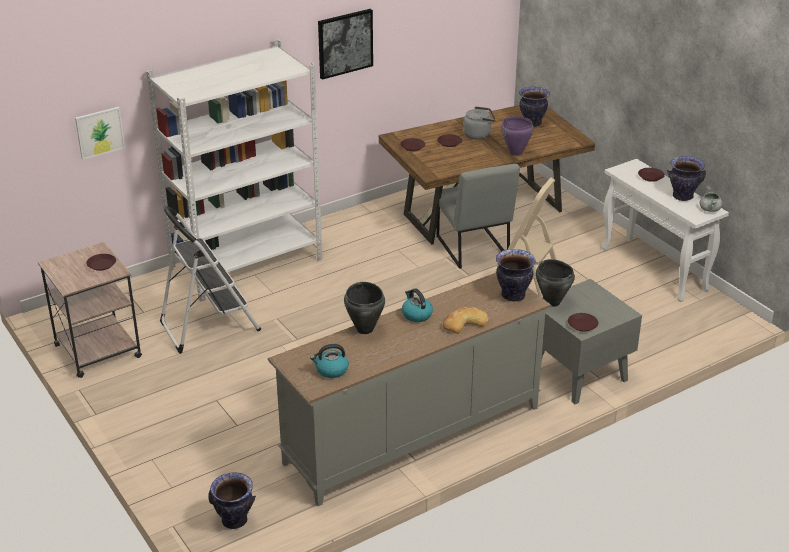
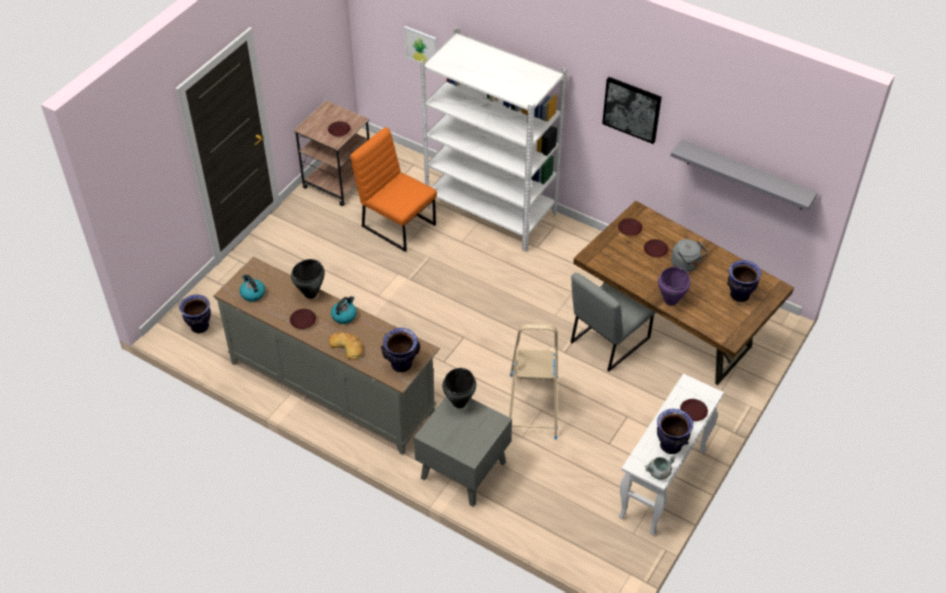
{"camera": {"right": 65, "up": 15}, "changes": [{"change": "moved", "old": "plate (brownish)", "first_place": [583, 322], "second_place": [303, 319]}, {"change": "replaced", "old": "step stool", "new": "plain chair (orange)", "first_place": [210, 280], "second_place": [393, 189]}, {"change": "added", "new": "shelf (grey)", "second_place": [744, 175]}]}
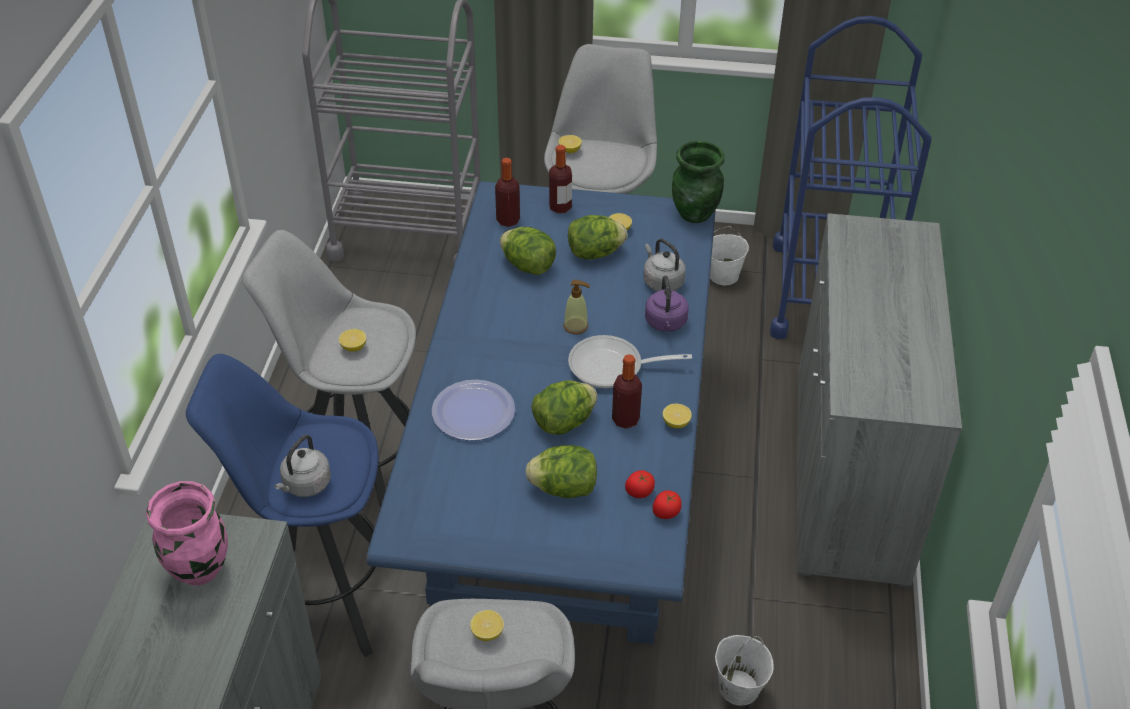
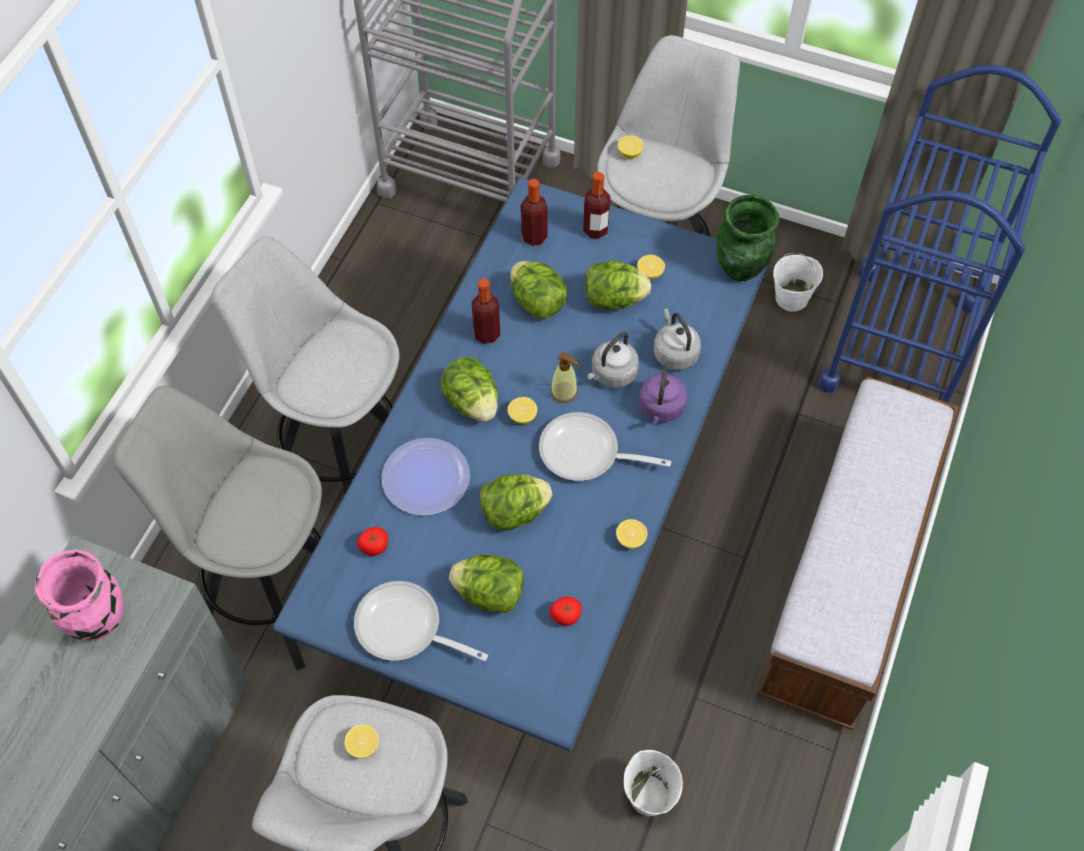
{"camera": {"right": 15, "up": 15}, "changes": [{"change": "recoloured", "old": "stool seat (blue-coloured)", "new": "stool seat (grey)", "first_place": [282, 505], "second_place": [217, 528]}, {"change": "added", "new": "pan", "second_place": [421, 621]}, {"change": "moved", "old": "whole tomato", "first_place": [667, 504], "second_place": [372, 541]}, {"change": "added", "new": "head of lettuce", "second_place": [469, 389]}, {"change": "moved", "old": "bottle", "first_place": [627, 391], "second_place": [486, 311]}, {"change": "moved", "old": "lemon", "first_place": [352, 340], "second_place": [522, 410]}, {"change": "moved", "old": "tea kettle (grey)", "first_place": [302, 466], "second_place": [613, 360]}, {"change": "replaced", "old": "cupboard (grey)", "new": "bench", "first_place": [879, 400], "second_place": [858, 553]}]}
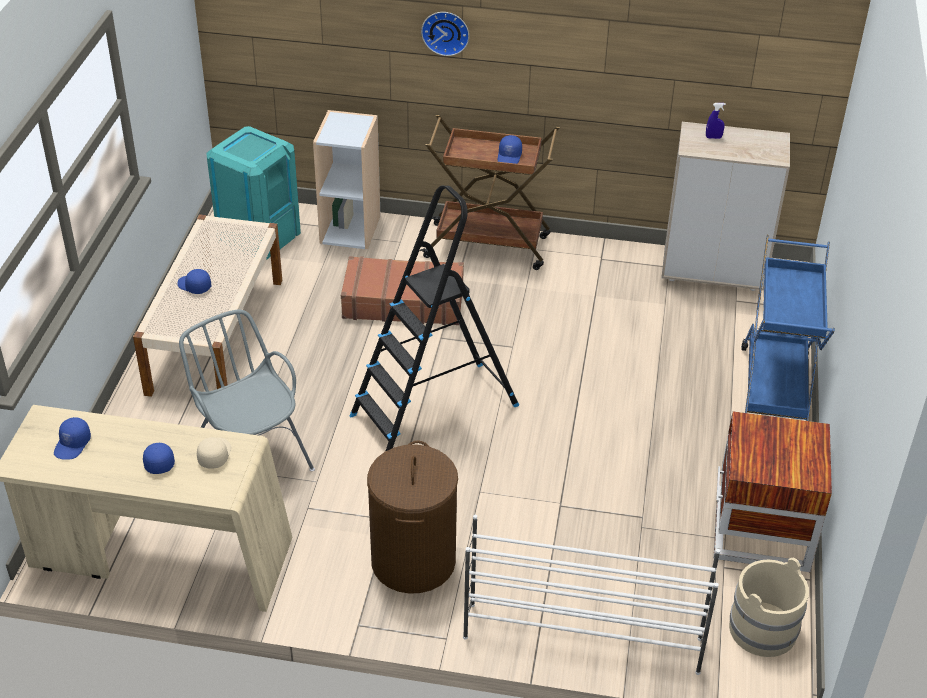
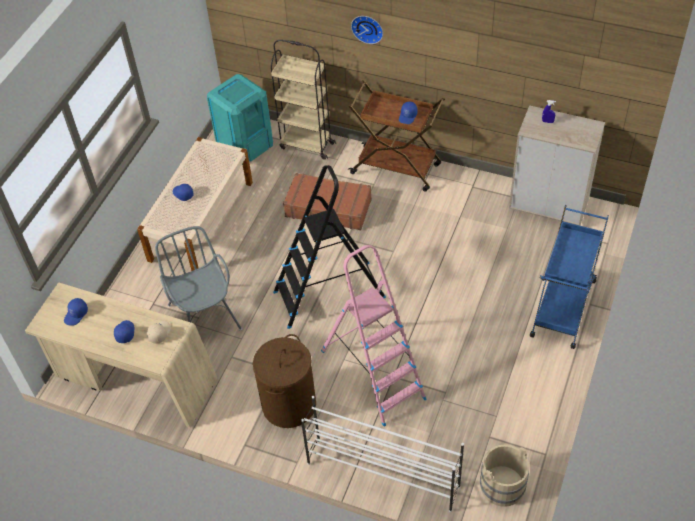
{"camera": {"right": 15, "up": 10}, "changes": [{"change": "replaced", "old": "bookshelf", "new": "cart (beige-coloured)", "first_place": [347, 180], "second_place": [303, 100]}, {"change": "added", "new": "step stool (pink-coloured)", "second_place": [373, 335]}, {"change": "removed", "old": "night table", "first_place": [773, 491]}]}
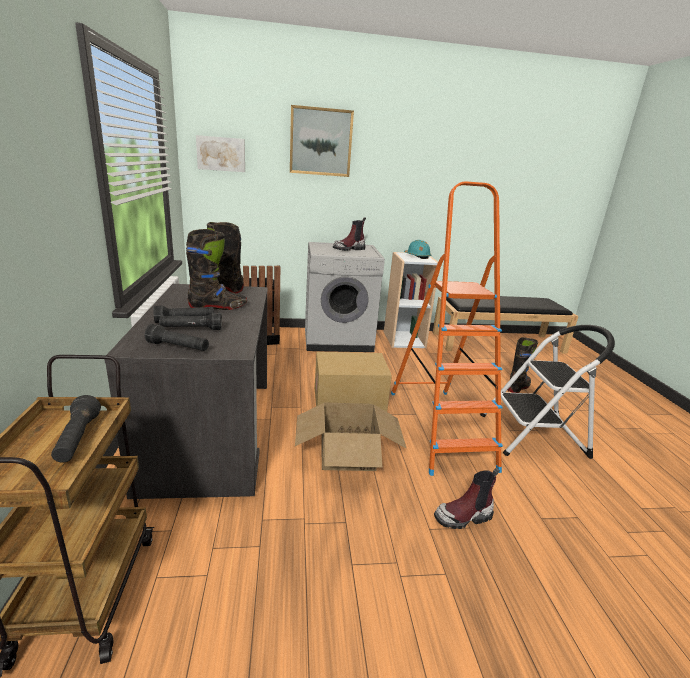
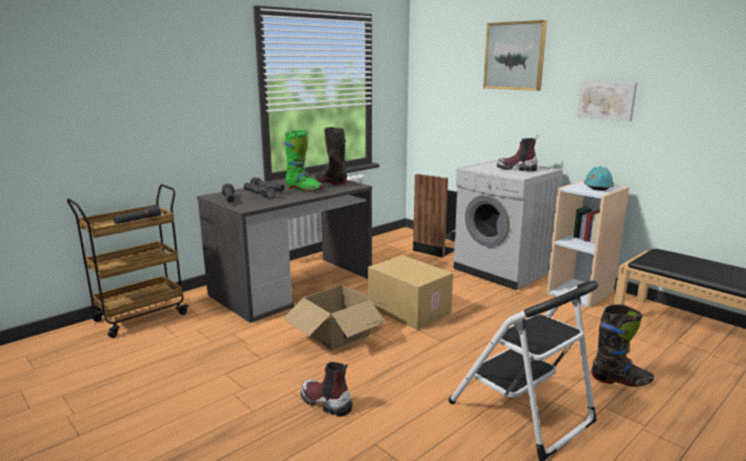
{"camera": {"right": 55, "up": -5}, "changes": [{"change": "recoloured", "old": "tall boot (black-coloured)", "new": "tall boot (greenish)", "first_place": [216, 269], "second_place": [303, 161]}, {"change": "moved", "old": "wall art", "first_place": [220, 153], "second_place": [607, 101]}, {"change": "removed", "old": "step stool (orange)", "first_place": [447, 328]}]}
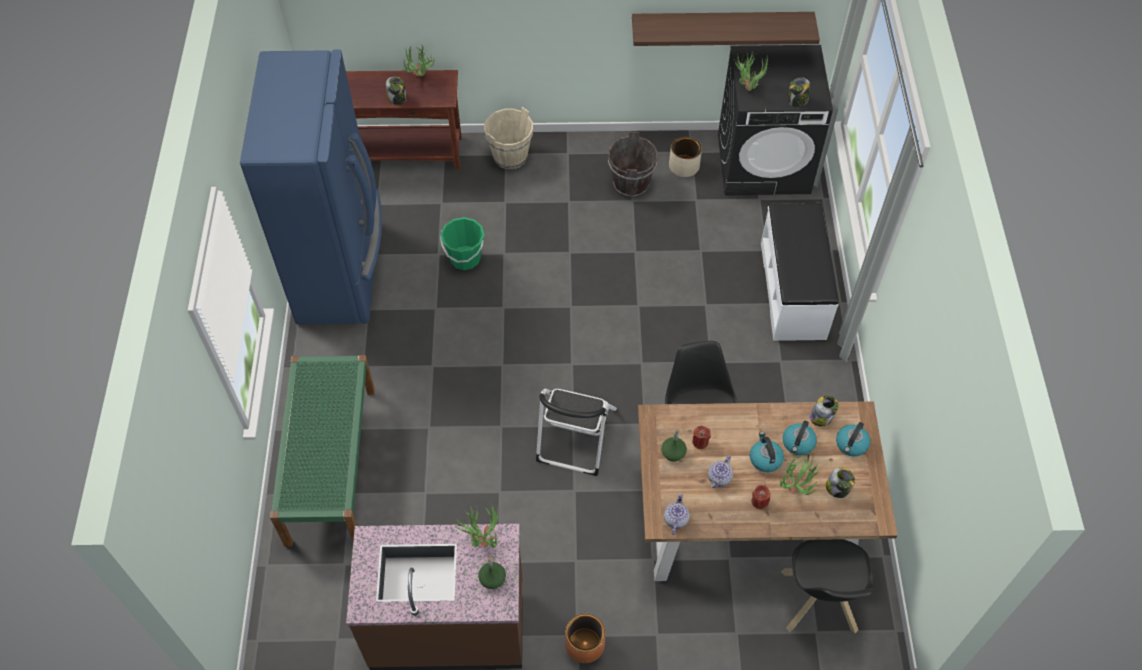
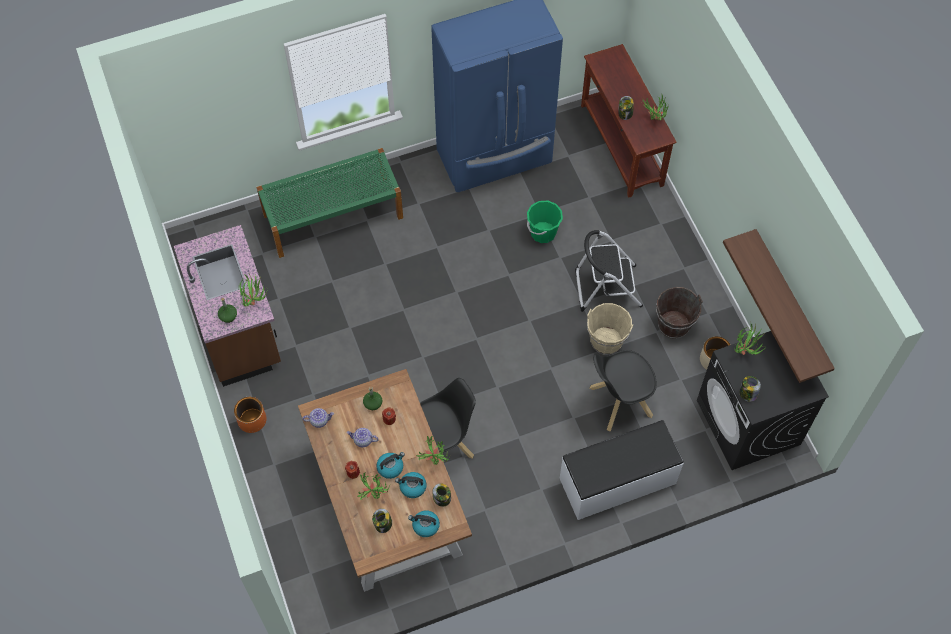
{"camera": {"right": 70, "up": 5}, "changes": [{"change": "added", "new": "plant in a pot", "second_place": [432, 450]}, {"change": "moved", "old": "step stool", "first_place": [576, 432], "second_place": [609, 271]}, {"change": "moved", "old": "bucket (beige-coloured)", "first_place": [508, 138], "second_place": [610, 329]}, {"change": "moved", "old": "plain chair (black-coloured)", "first_place": [827, 586], "second_place": [623, 391]}]}
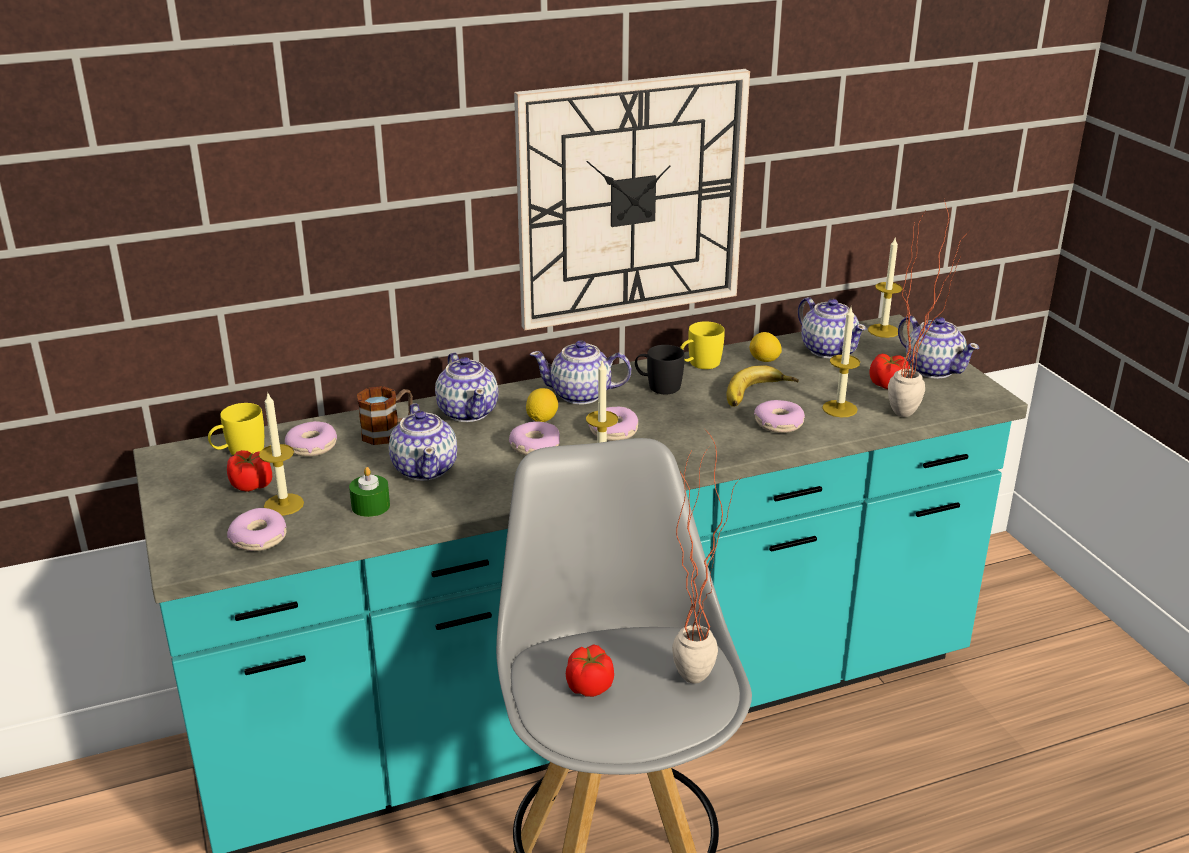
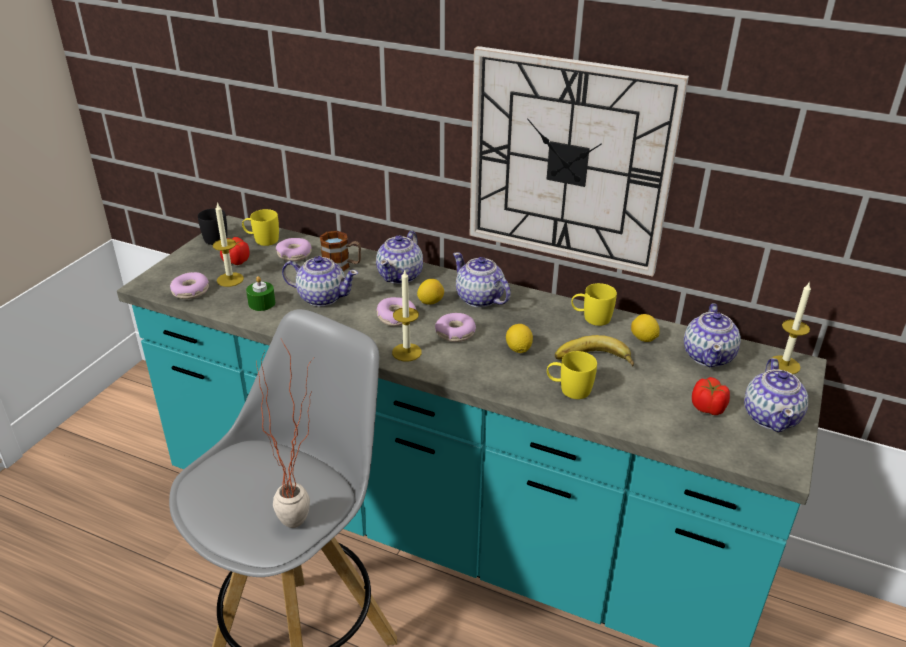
{"camera": {"right": 45, "up": 5}, "changes": [{"change": "moved", "old": "coffee mug (black-coloured)", "first_place": [659, 369], "second_place": [212, 226]}, {"change": "turned", "old": "teapot", "first_place": [423, 442], "second_place": [320, 281], "degrees": -105}, {"change": "added", "new": "lemon", "second_place": [519, 338]}, {"change": "replaced", "old": "ring doughnut", "new": "coffee mug (yellowish)", "first_place": [779, 416], "second_place": [572, 375]}, {"change": "removed", "old": "whole tomato", "first_place": [590, 670]}, {"change": "removed", "old": "wax light", "first_place": [841, 362]}, {"change": "removed", "old": "plant in a pot", "first_place": [925, 308]}]}
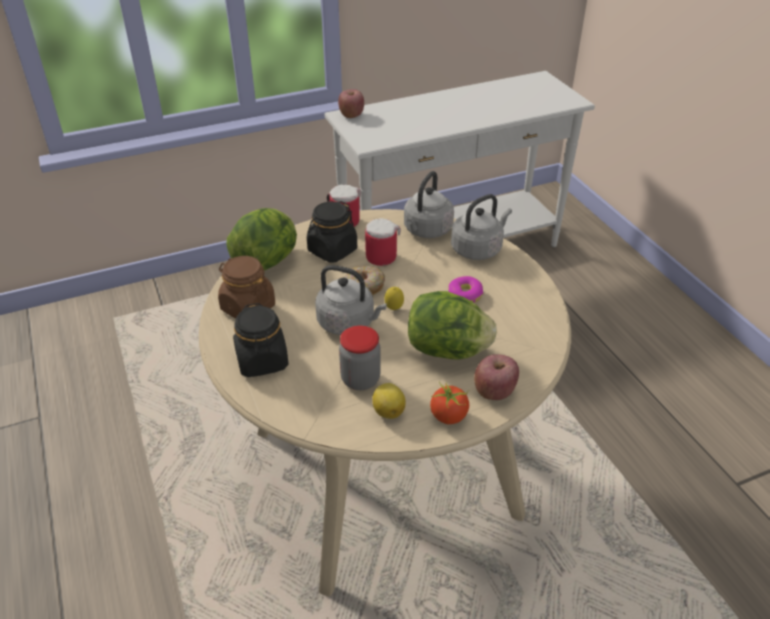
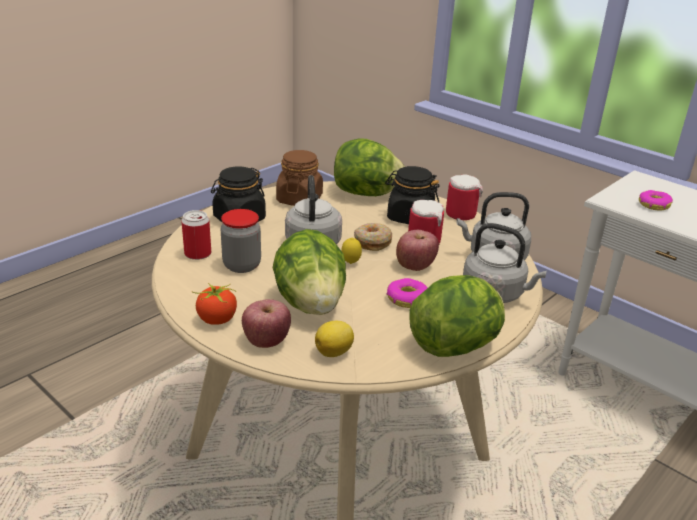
{"camera": {"right": 65, "up": -10}, "changes": [{"change": "added", "new": "metal can", "second_place": [196, 235]}, {"change": "moved", "old": "lemon", "first_place": [389, 401], "second_place": [334, 339]}, {"change": "moved", "old": "whole apple", "first_place": [351, 103], "second_place": [417, 250]}, {"change": "added", "new": "head of lettuce", "second_place": [457, 316]}, {"change": "added", "new": "ring doughnut", "second_place": [656, 200]}]}
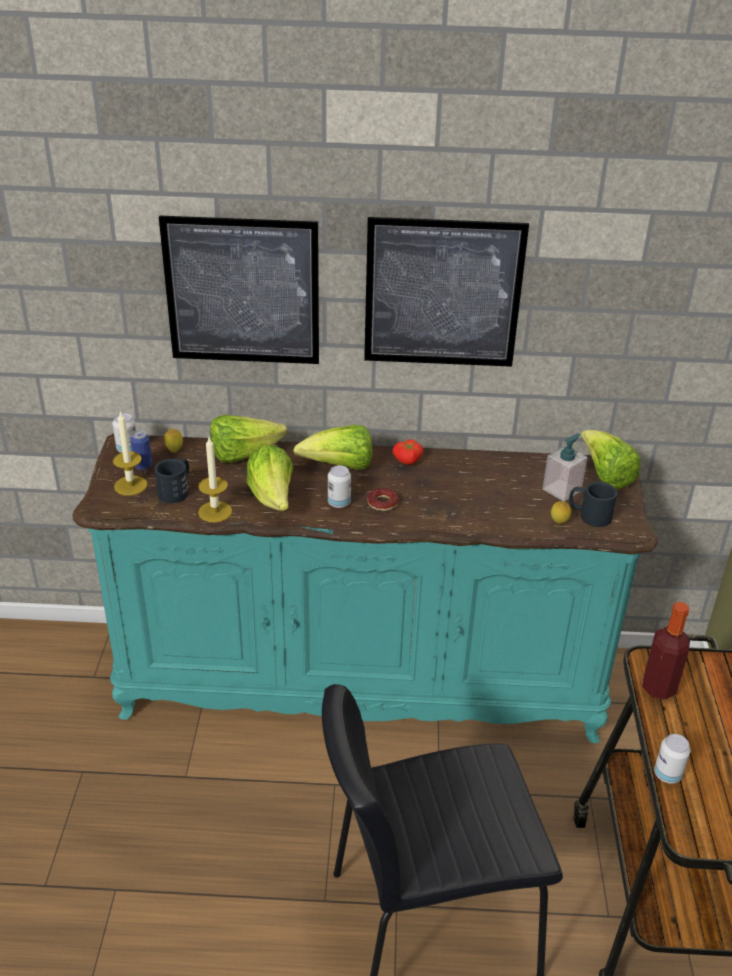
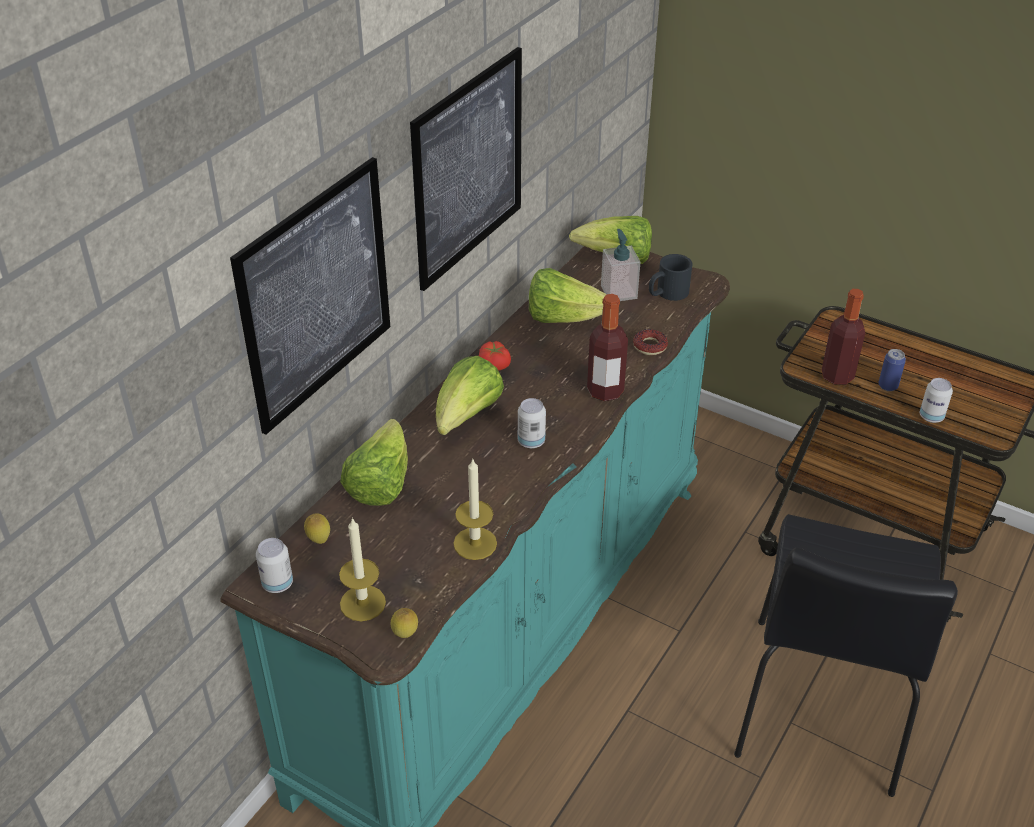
{"camera": {"right": -60, "up": 5}, "changes": [{"change": "moved", "old": "lemon", "first_place": [561, 512], "second_place": [404, 623]}, {"change": "moved", "old": "head of lettuce", "first_place": [270, 478], "second_place": [568, 295]}, {"change": "added", "new": "bottle", "second_place": [607, 347]}, {"change": "moved", "old": "ring doughnut", "first_place": [383, 499], "second_place": [650, 342]}, {"change": "moved", "old": "metal can", "first_place": [141, 450], "second_place": [892, 370]}, {"change": "removed", "old": "coffee mug (black-coloured)", "first_place": [172, 480]}]}
